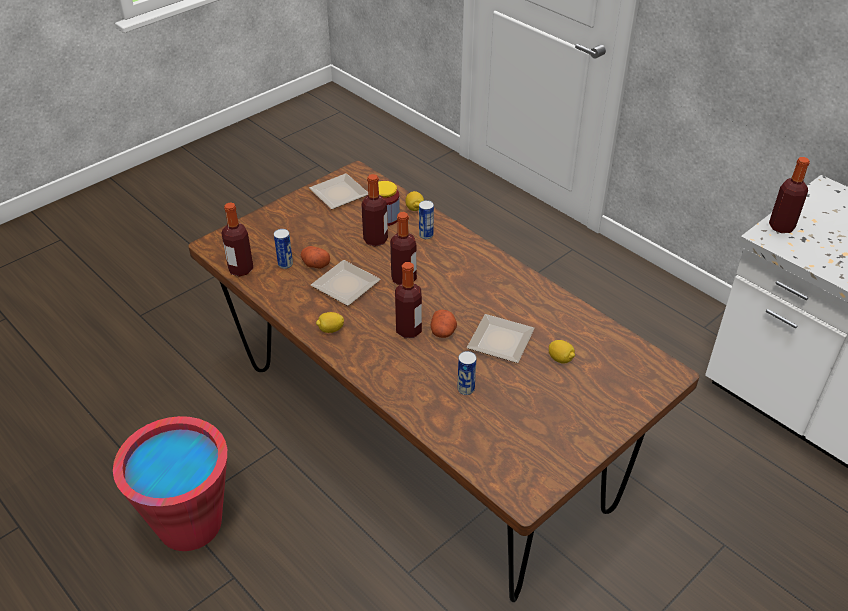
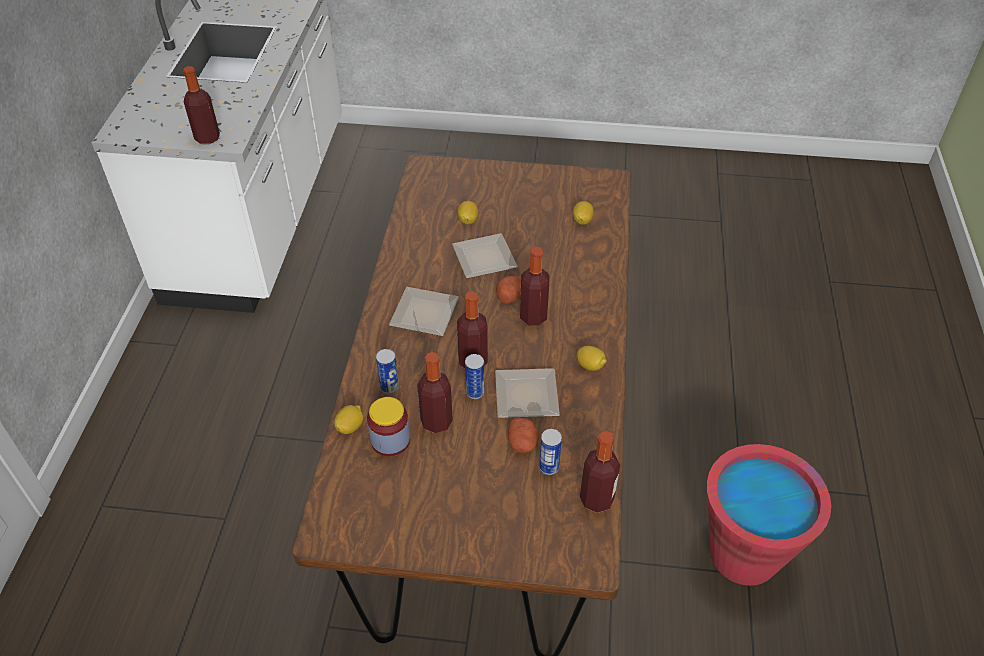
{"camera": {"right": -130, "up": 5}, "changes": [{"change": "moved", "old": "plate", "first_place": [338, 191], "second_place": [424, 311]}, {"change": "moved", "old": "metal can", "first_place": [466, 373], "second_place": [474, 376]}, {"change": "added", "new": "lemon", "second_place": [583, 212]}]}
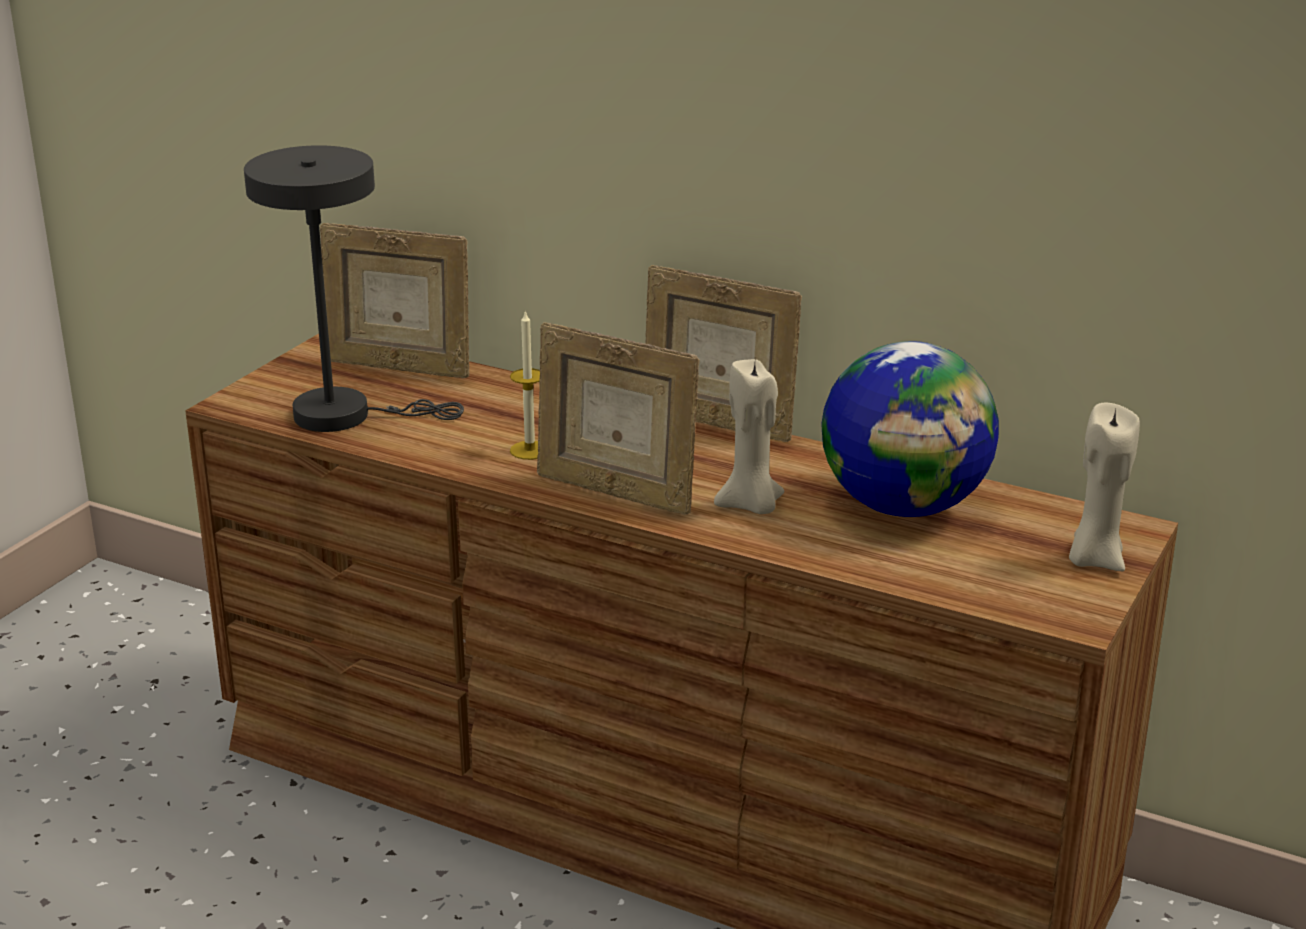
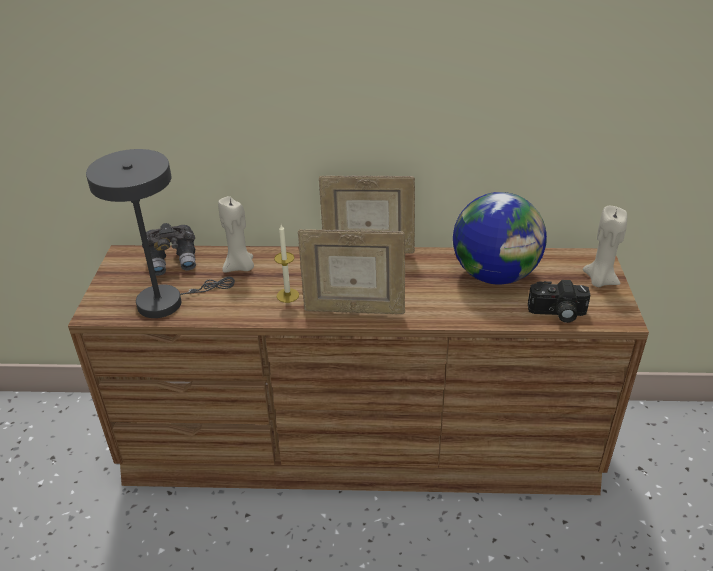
{"camera": {"right": -25, "up": 10}, "changes": [{"change": "replaced", "old": "picture frame", "new": "binoculars (grey)", "first_place": [394, 300], "second_place": [169, 249]}, {"change": "moved", "old": "wax light (beige-coloured)", "first_place": [749, 436], "second_place": [236, 234]}, {"change": "added", "new": "still camera", "second_place": [559, 301]}]}
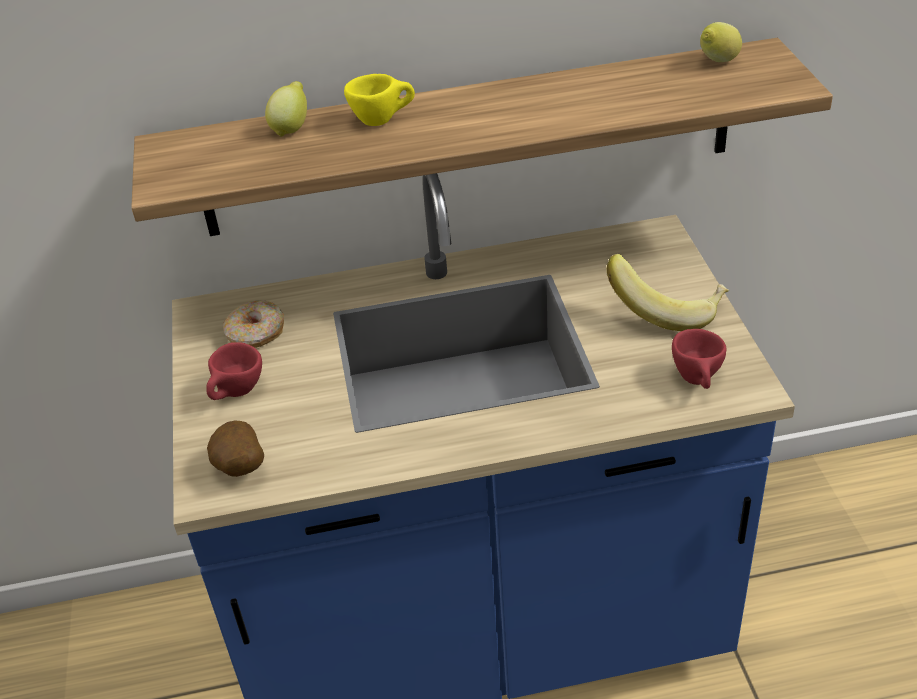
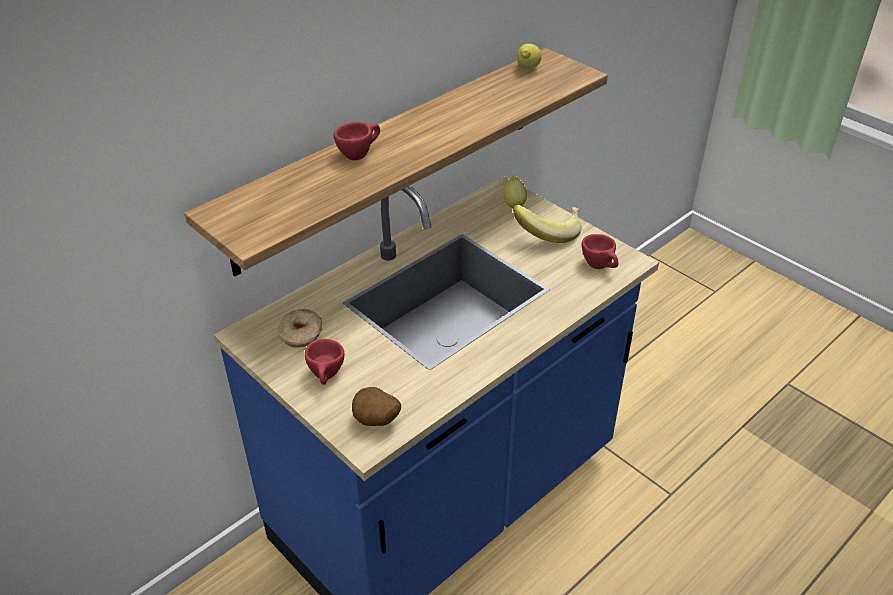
{"camera": {"right": -35, "up": 0}, "changes": [{"change": "recoloured", "old": "drinking cup (yellowish)", "new": "drinking cup (red)", "first_place": [379, 100], "second_place": [356, 141]}, {"change": "moved", "old": "lemon", "first_place": [286, 109], "second_place": [515, 192]}]}
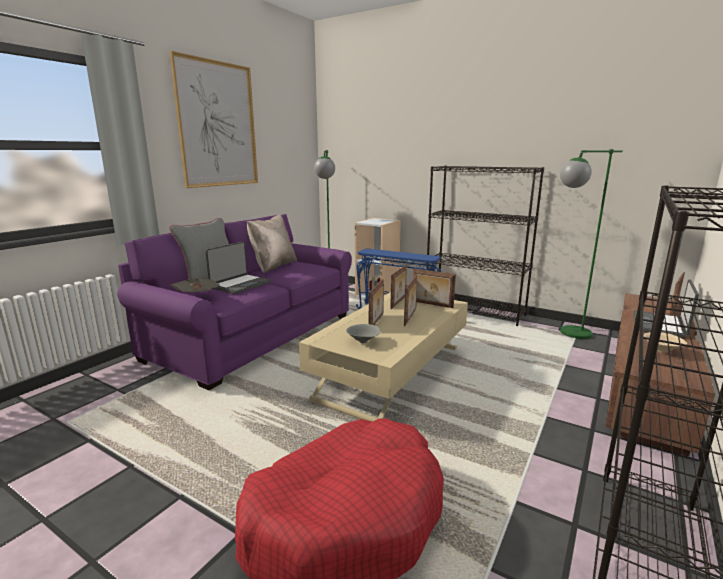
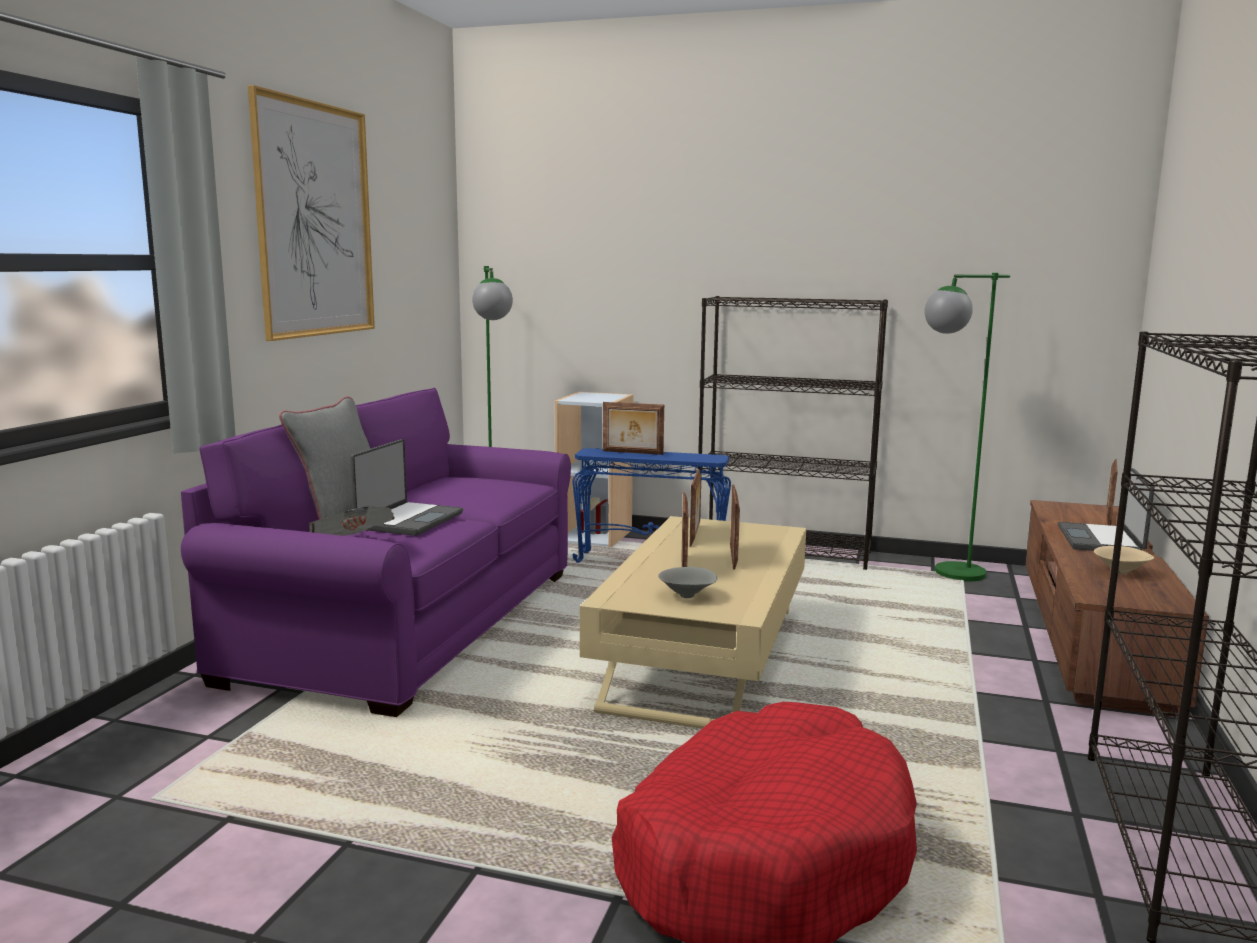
{"camera": {"right": -15, "up": -5}, "changes": [{"change": "moved", "old": "picture frame", "first_place": [434, 288], "second_place": [633, 428]}, {"change": "removed", "old": "pillow (beige-coloured)", "first_place": [272, 244]}]}
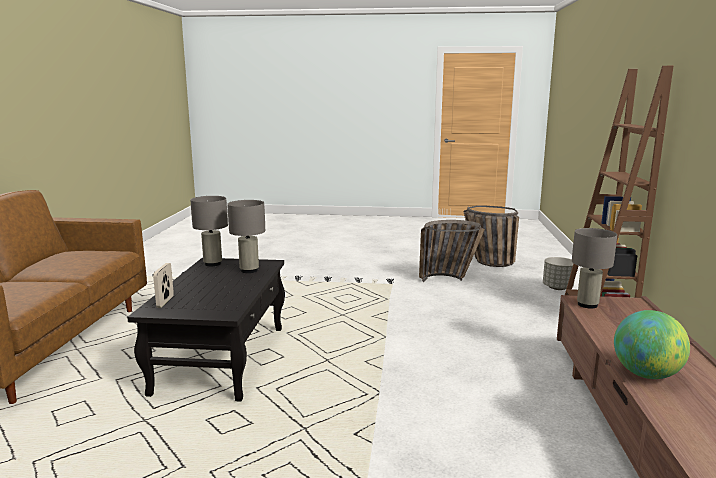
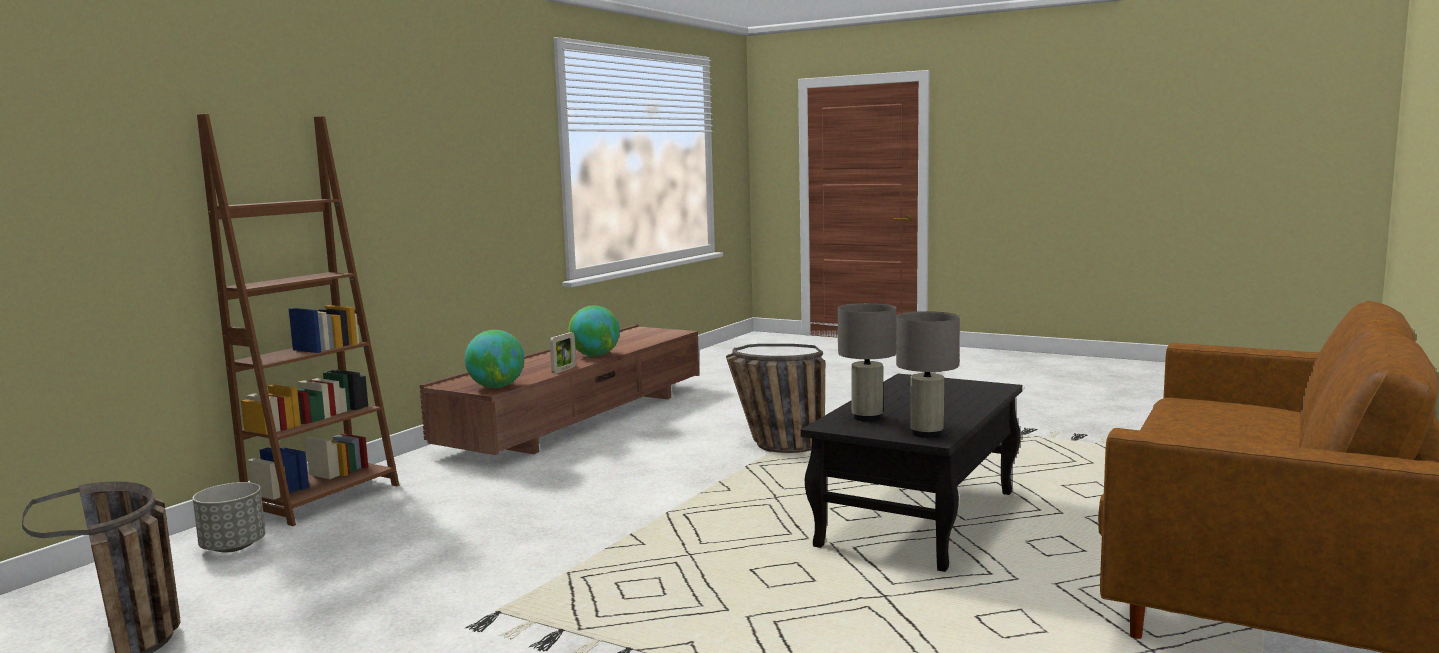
{"camera": {"right": -155, "up": -5}, "changes": [{"change": "replaced", "old": "tabletop lamp (grey)", "new": "world globe", "first_place": [594, 268], "second_place": [495, 359]}, {"change": "moved", "old": "picture frame", "first_place": [163, 285], "second_place": [563, 353]}, {"change": "moved", "old": "storage basket", "first_place": [452, 251], "second_place": [775, 398]}]}
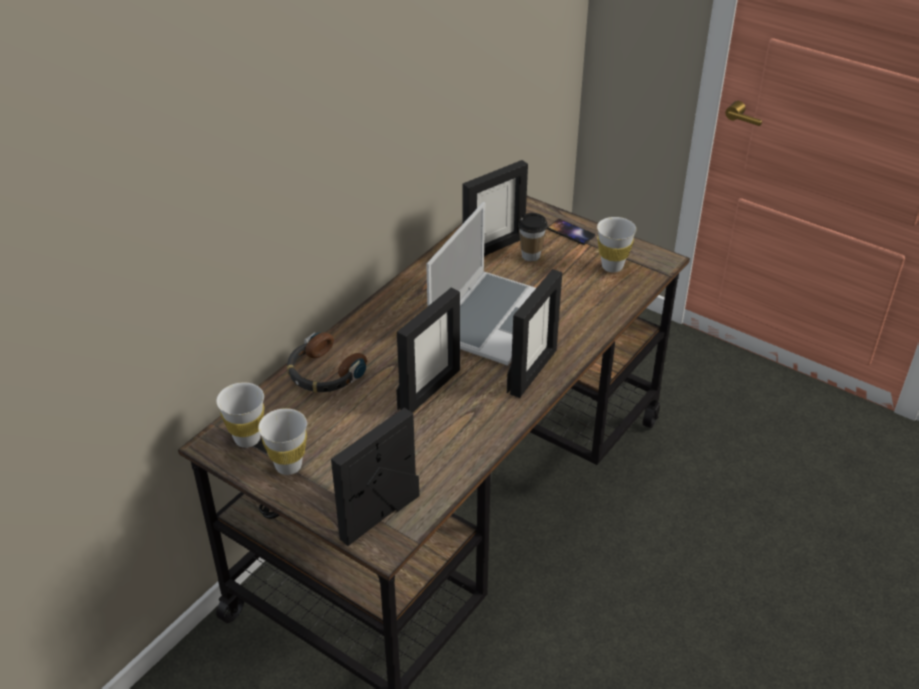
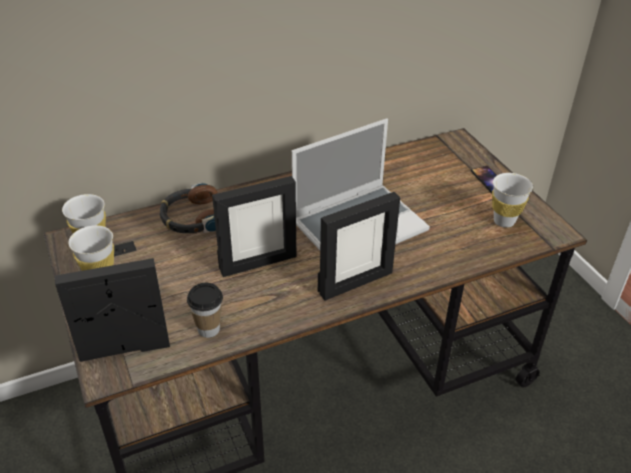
{"camera": {"right": 30, "up": 0}, "changes": [{"change": "moved", "old": "drinking cup", "first_place": [533, 237], "second_place": [205, 310]}, {"change": "removed", "old": "picture frame", "first_place": [495, 208]}]}
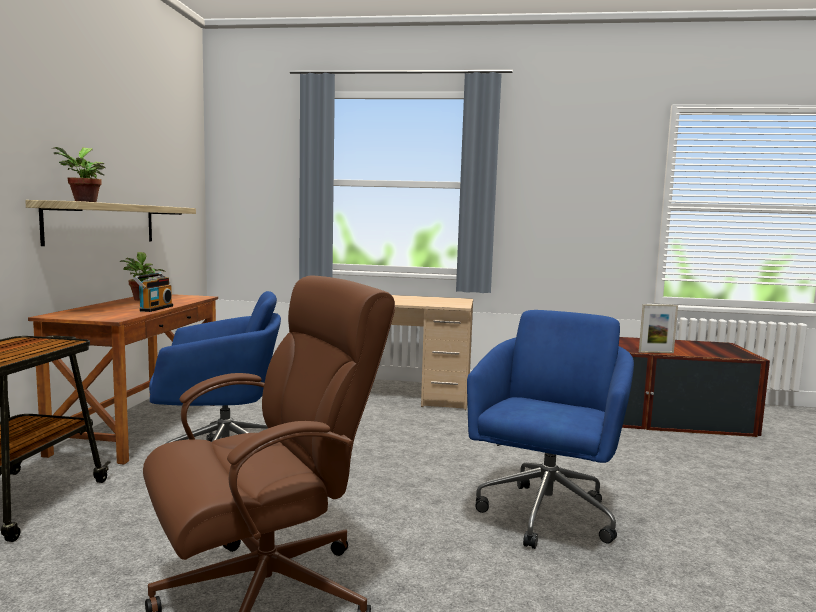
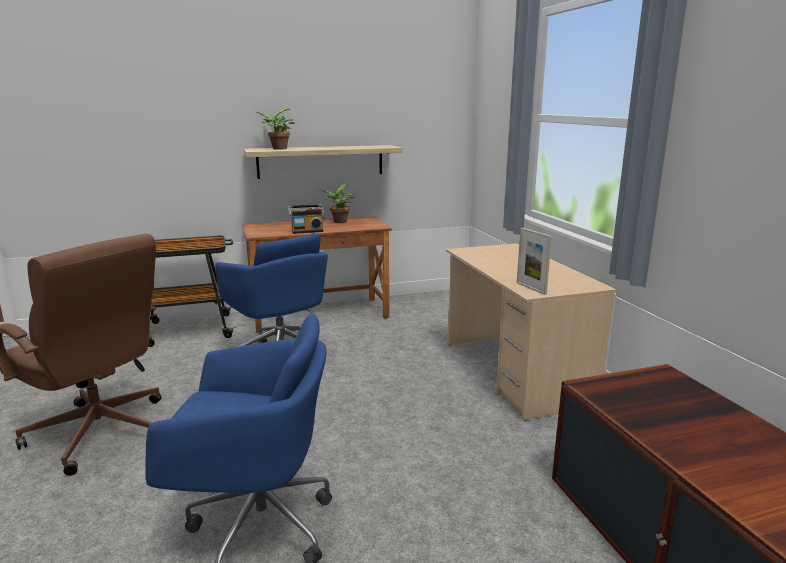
{"camera": {"right": 65, "up": 10}, "changes": [{"change": "moved", "old": "picture frame", "first_place": [658, 328], "second_place": [534, 261]}]}
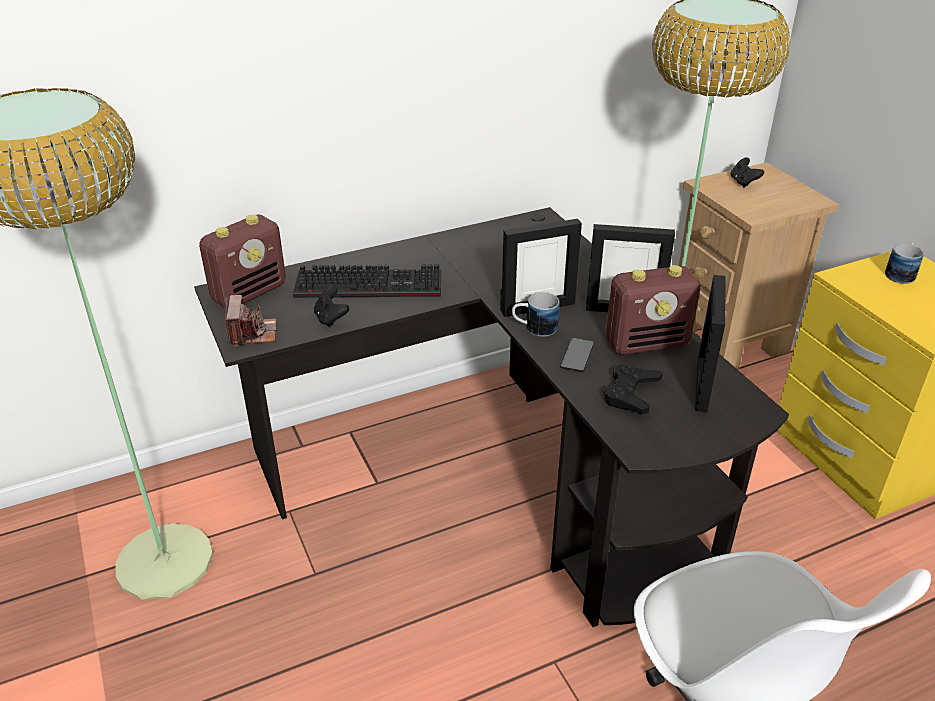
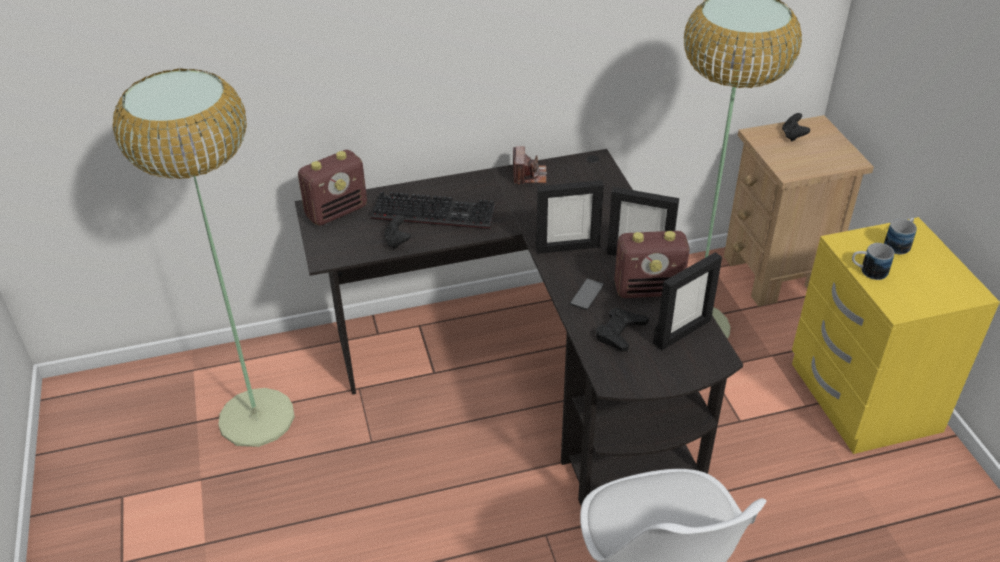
{"camera": {"right": 10, "up": 5}, "changes": [{"change": "moved", "old": "still camera", "first_place": [251, 321], "second_place": [530, 165]}, {"change": "turned", "old": "picture frame", "first_place": [710, 344], "second_place": [687, 301], "degrees": -150}, {"change": "moved", "old": "coffee mug", "first_place": [535, 314], "second_place": [873, 261]}]}
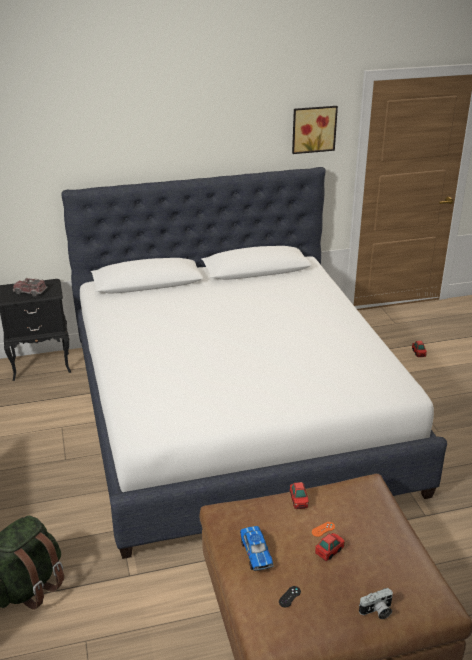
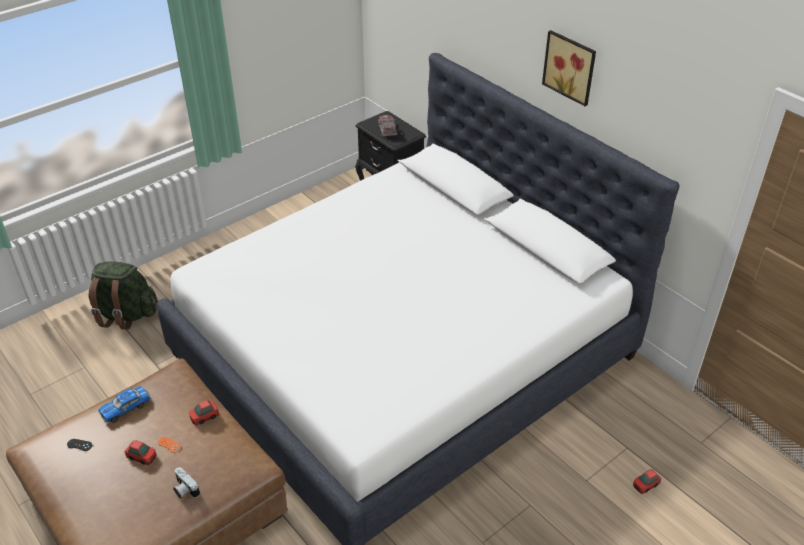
{"camera": {"right": 65, "up": 10}, "changes": [{"change": "moved", "old": "still camera", "first_place": [376, 603], "second_place": [186, 483]}, {"change": "moved", "old": "wall art", "first_place": [315, 130], "second_place": [569, 68]}]}
